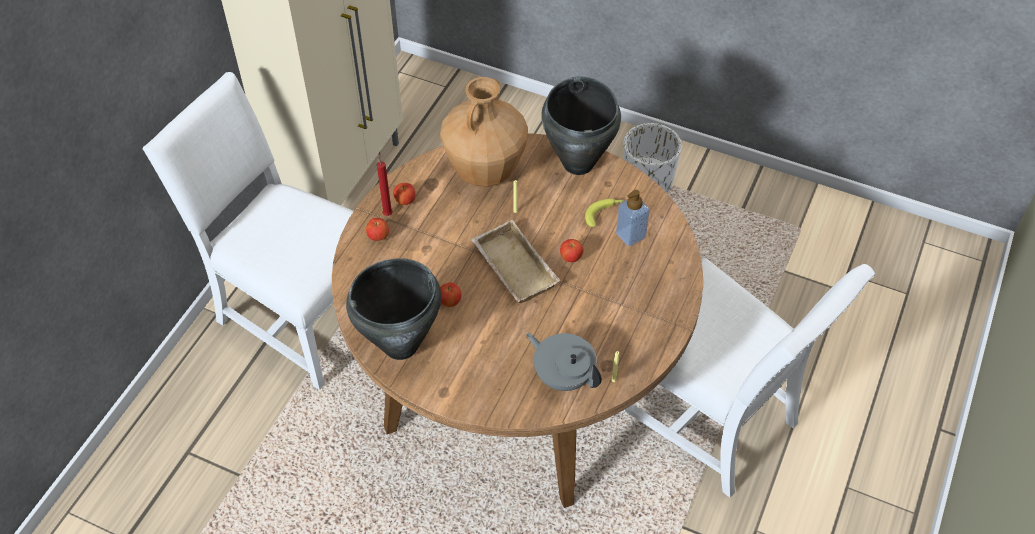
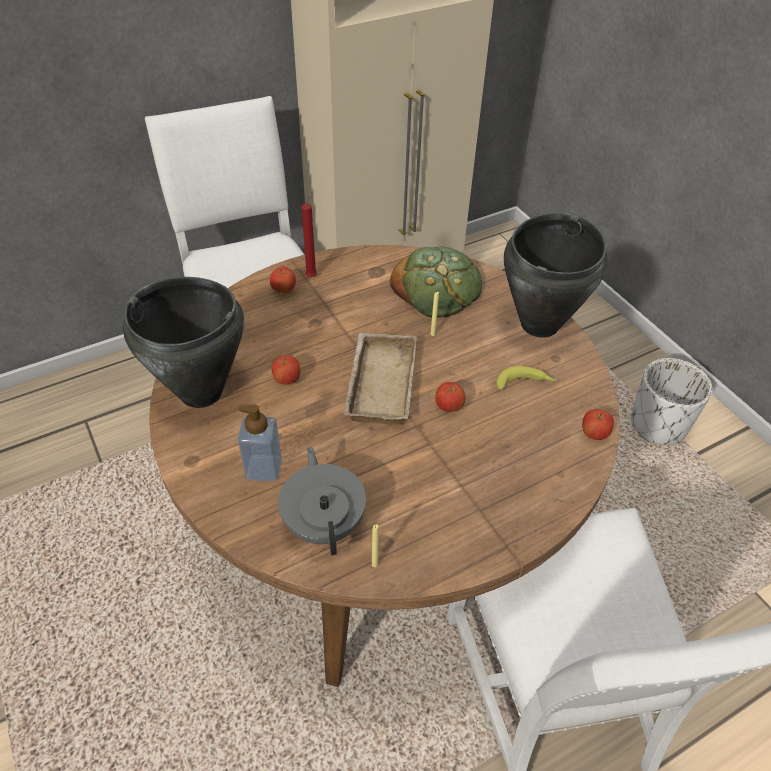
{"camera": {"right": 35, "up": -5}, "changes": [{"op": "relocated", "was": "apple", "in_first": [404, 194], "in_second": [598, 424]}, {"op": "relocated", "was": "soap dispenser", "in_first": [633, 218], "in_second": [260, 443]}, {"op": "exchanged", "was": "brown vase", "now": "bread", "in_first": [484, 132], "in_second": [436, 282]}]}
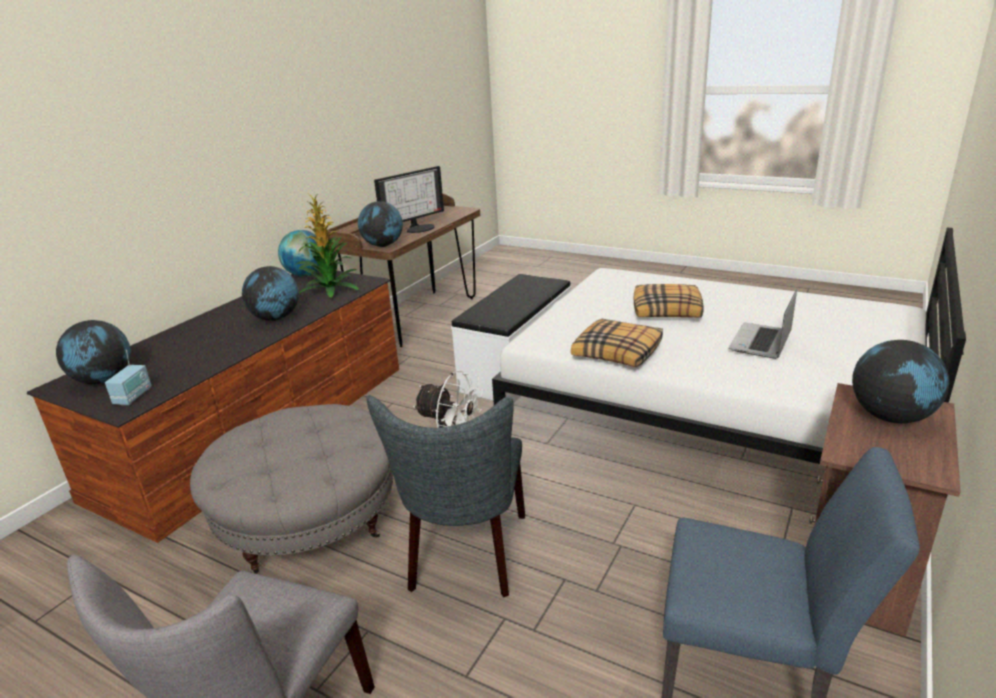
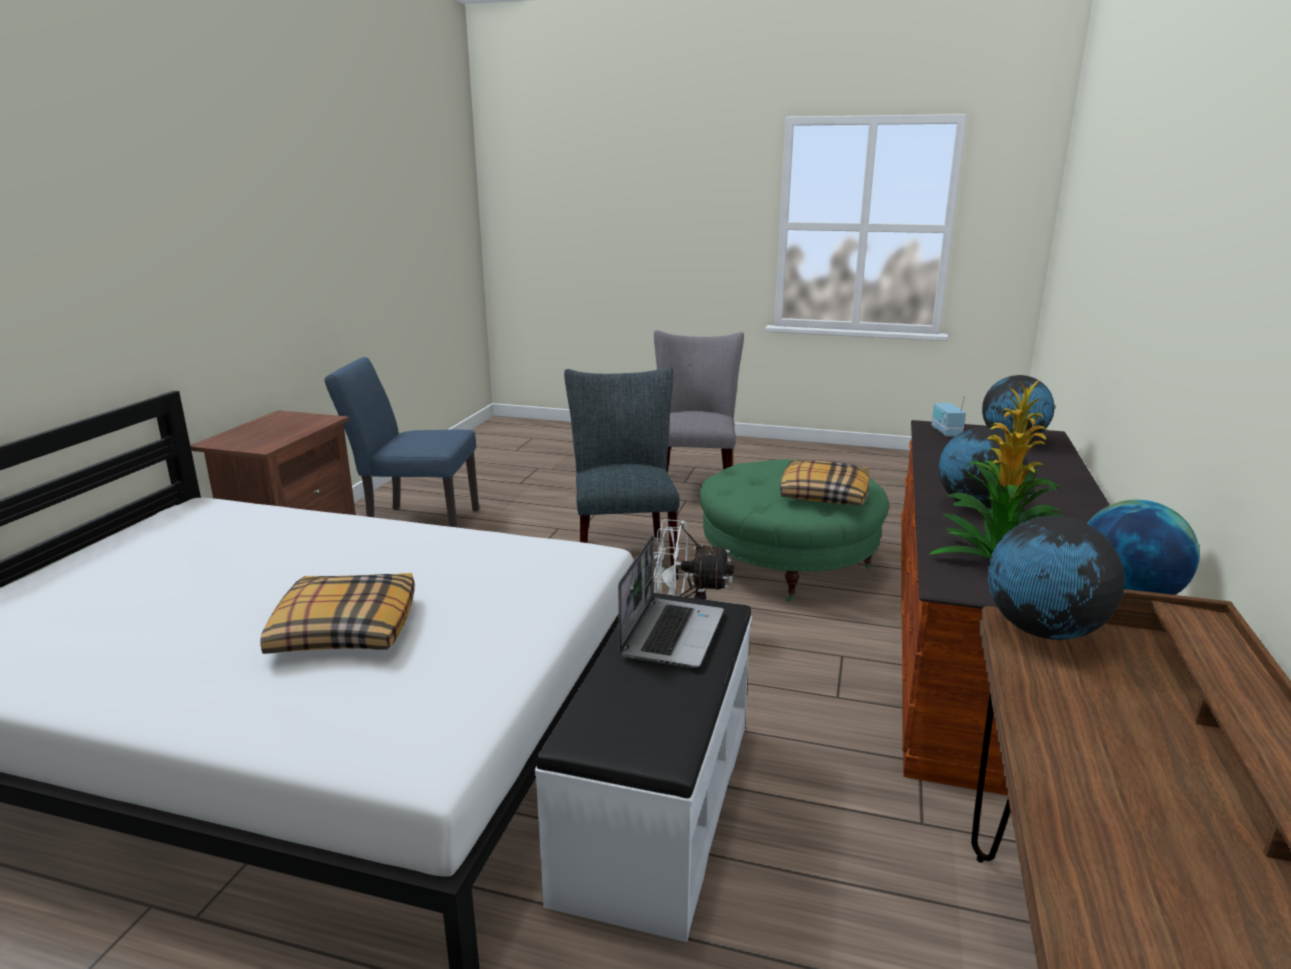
{"camera": {"right": 165, "up": -5}, "changes": [{"op": "missing", "was": "monitor", "in_first": [409, 199]}, {"op": "missing", "was": "globe", "in_first": [901, 382]}, {"op": "relocated", "was": "pillow", "in_first": [617, 343], "in_second": [824, 483]}, {"op": "relocated", "was": "laptop", "in_first": [763, 324], "in_second": [671, 601]}, {"op": "colour", "was": "grey ottoman", "now": "green ottoman", "in_first": [291, 489], "in_second": [794, 530]}]}
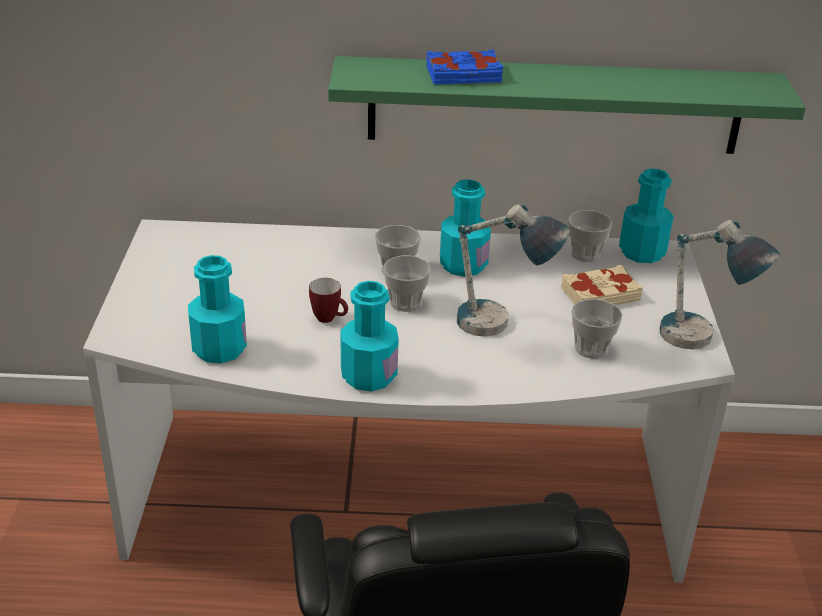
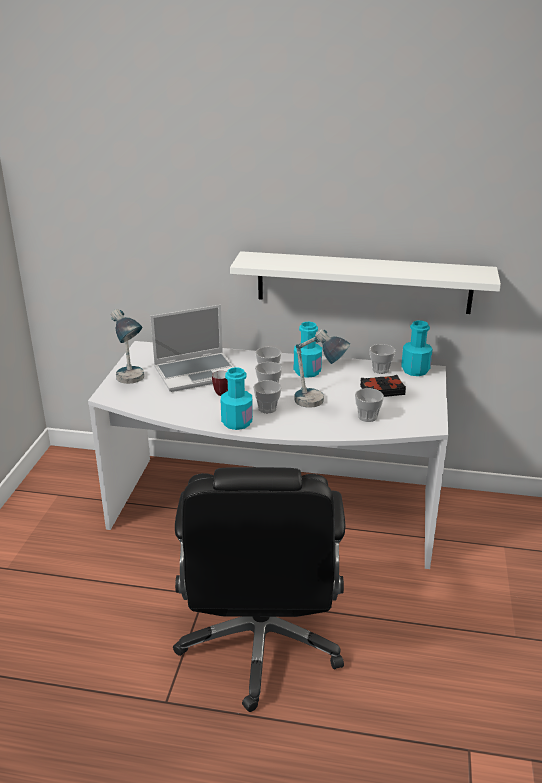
{"camera": {"right": 10, "up": -5}, "changes": [{"op": "missing", "was": "turquoise bottle", "in_first": [217, 309]}, {"op": "missing", "was": "blue book", "in_first": [464, 67]}, {"op": "appeared", "now": "laptop", "in_second": [192, 348]}, {"op": "appeared", "now": "cup", "in_second": [267, 396]}, {"op": "relocated", "was": "table lamp", "in_first": [719, 284], "in_second": [127, 346]}, {"op": "colour", "was": "green shelf", "now": "white shelf", "in_first": [567, 105], "in_second": [365, 282]}, {"op": "colour", "was": "beige book", "now": "black book", "in_first": [602, 285], "in_second": [383, 386]}]}
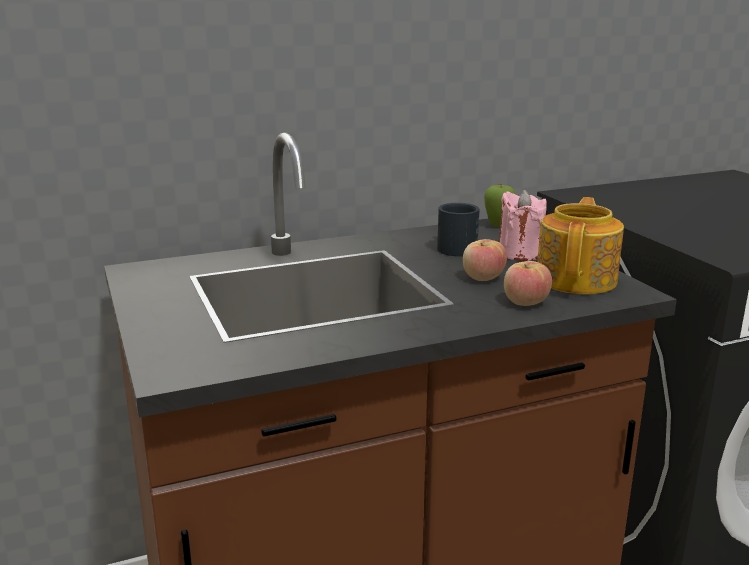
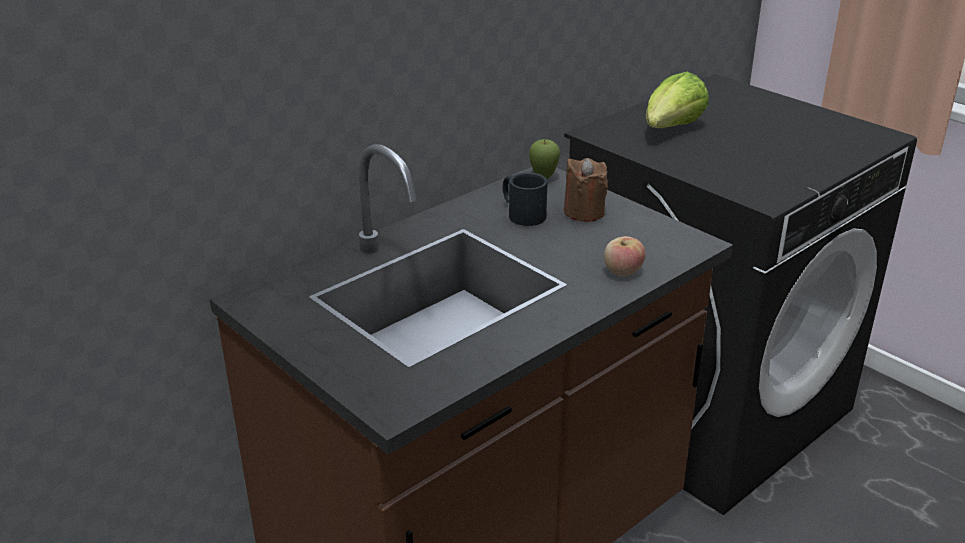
{"camera": {"right": -20, "up": 10}, "changes": [{"op": "missing", "was": "apple", "in_first": [485, 260]}, {"op": "missing", "was": "teapot", "in_first": [580, 245]}, {"op": "appeared", "now": "lettuce", "in_second": [677, 100]}, {"op": "colour", "was": "pink candle", "now": "brown candle", "in_first": [523, 225], "in_second": [586, 190]}]}
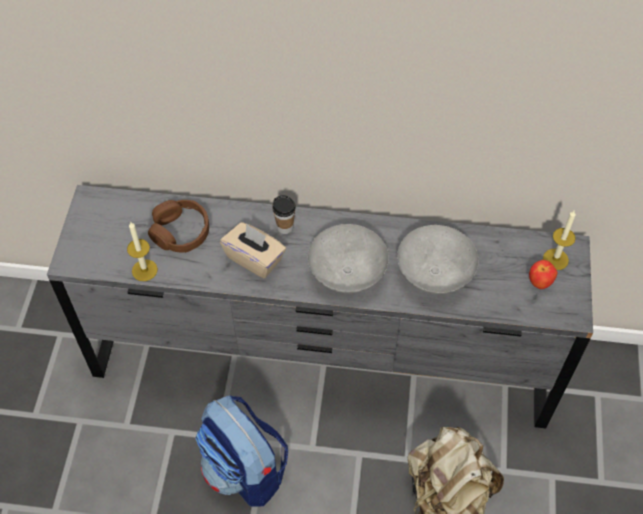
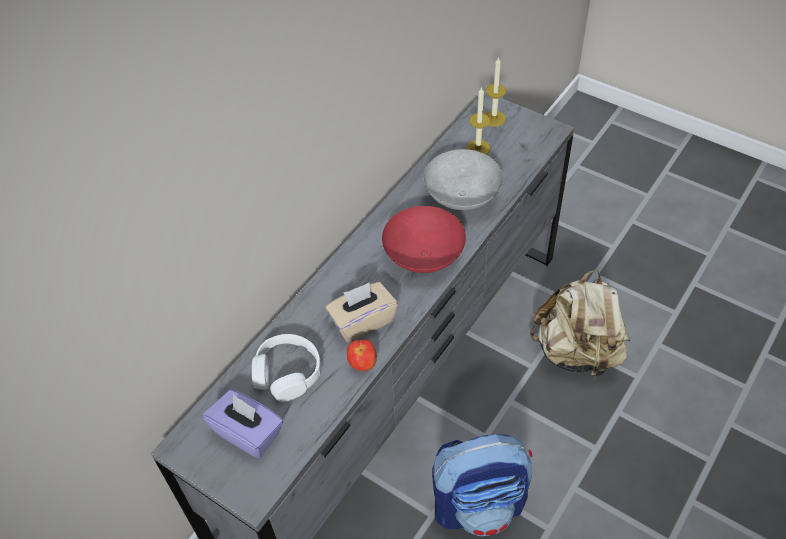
{"camera": {"right": -60, "up": -5}, "changes": [{"op": "missing", "was": "cup", "in_first": [284, 214]}, {"op": "appeared", "now": "purple tissue box", "in_second": [243, 424]}, {"op": "relocated", "was": "candle", "in_first": [142, 251], "in_second": [478, 120]}, {"op": "relocated", "was": "apple", "in_first": [543, 274], "in_second": [362, 355]}, {"op": "colour", "was": "brown headphones", "now": "white headphones", "in_first": [178, 226], "in_second": [286, 368]}, {"op": "colour", "was": "grey bowl", "now": "red bowl", "in_first": [348, 258], "in_second": [424, 239]}]}
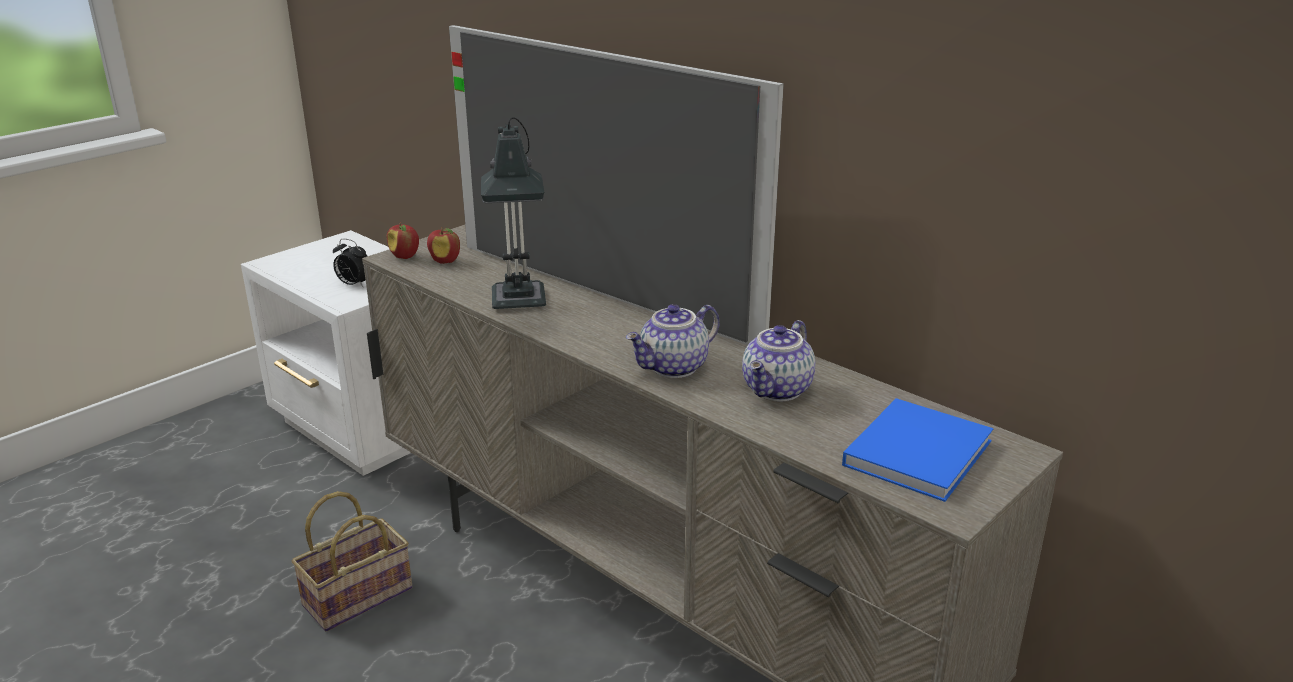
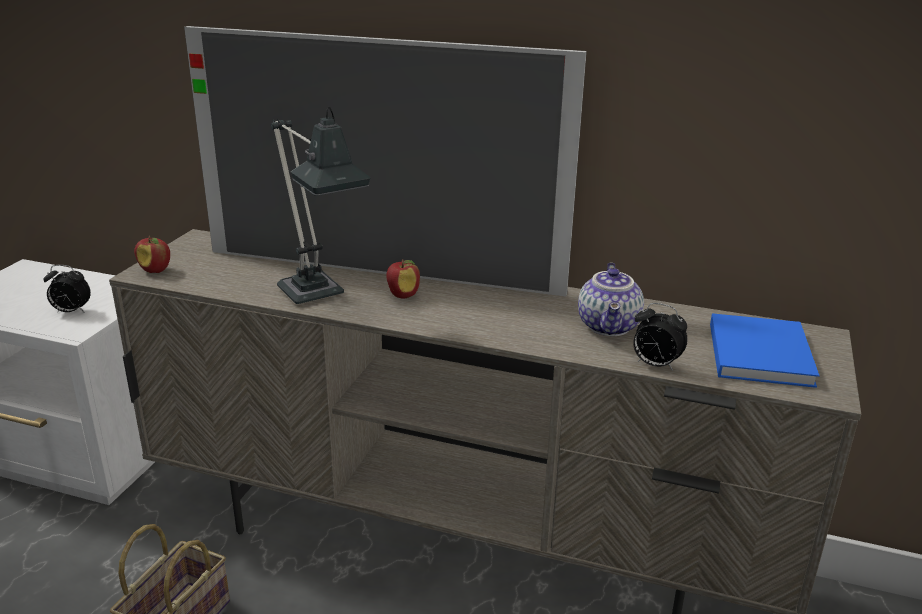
{"camera": {"right": -25, "up": 0}, "changes": [{"op": "missing", "was": "teapot", "in_first": [673, 341]}, {"op": "appeared", "now": "alarm clock", "in_second": [660, 337]}, {"op": "relocated", "was": "apple", "in_first": [443, 245], "in_second": [403, 278]}]}
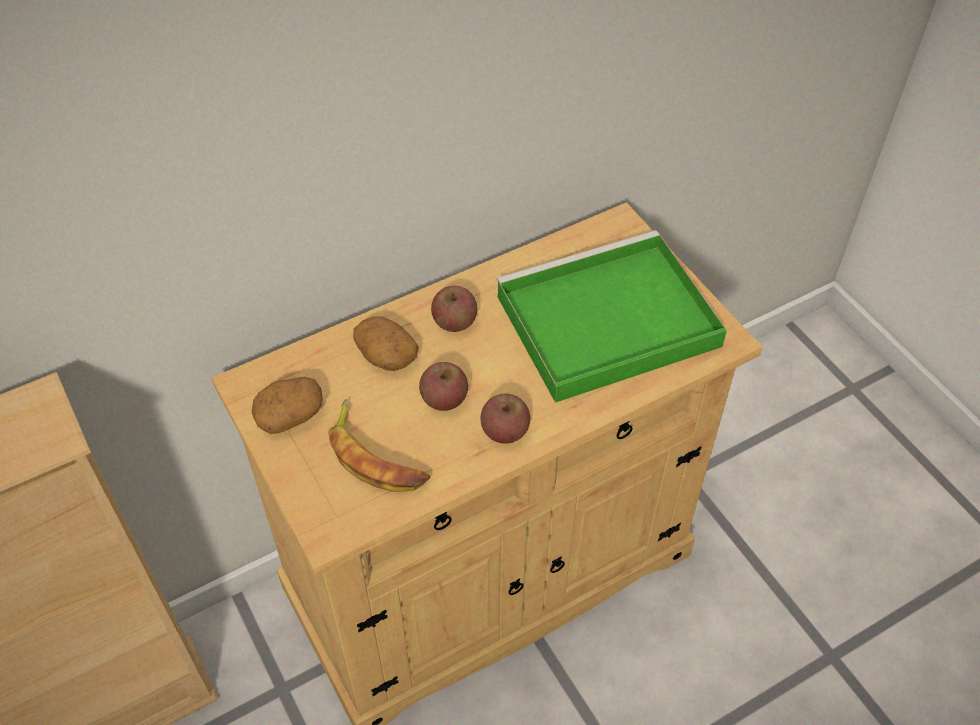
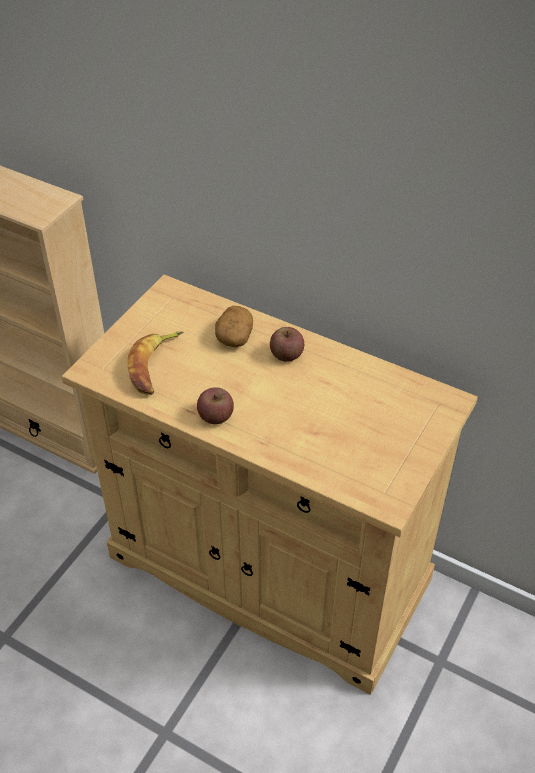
{"camera": {"right": 60, "up": -5}, "changes": [{"op": "missing", "was": "potato", "in_first": [287, 405]}, {"op": "missing", "was": "apple", "in_first": [443, 386]}, {"op": "missing", "was": "green tray", "in_first": [611, 316]}]}
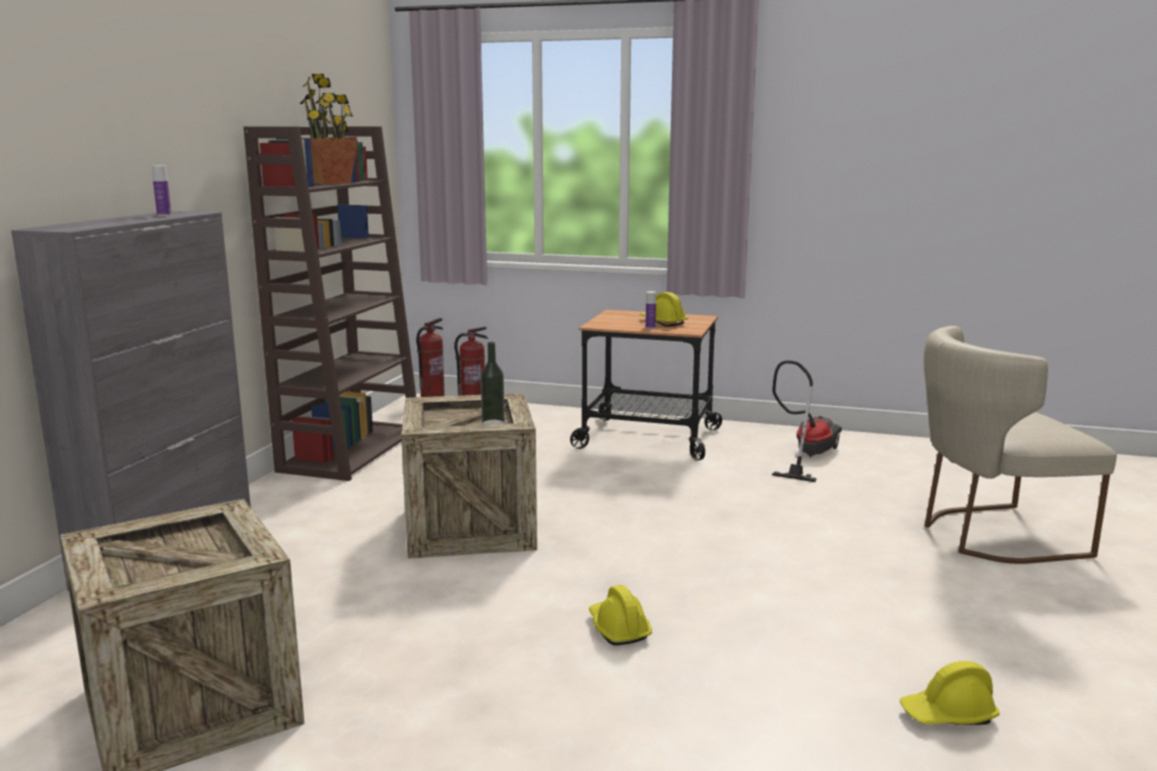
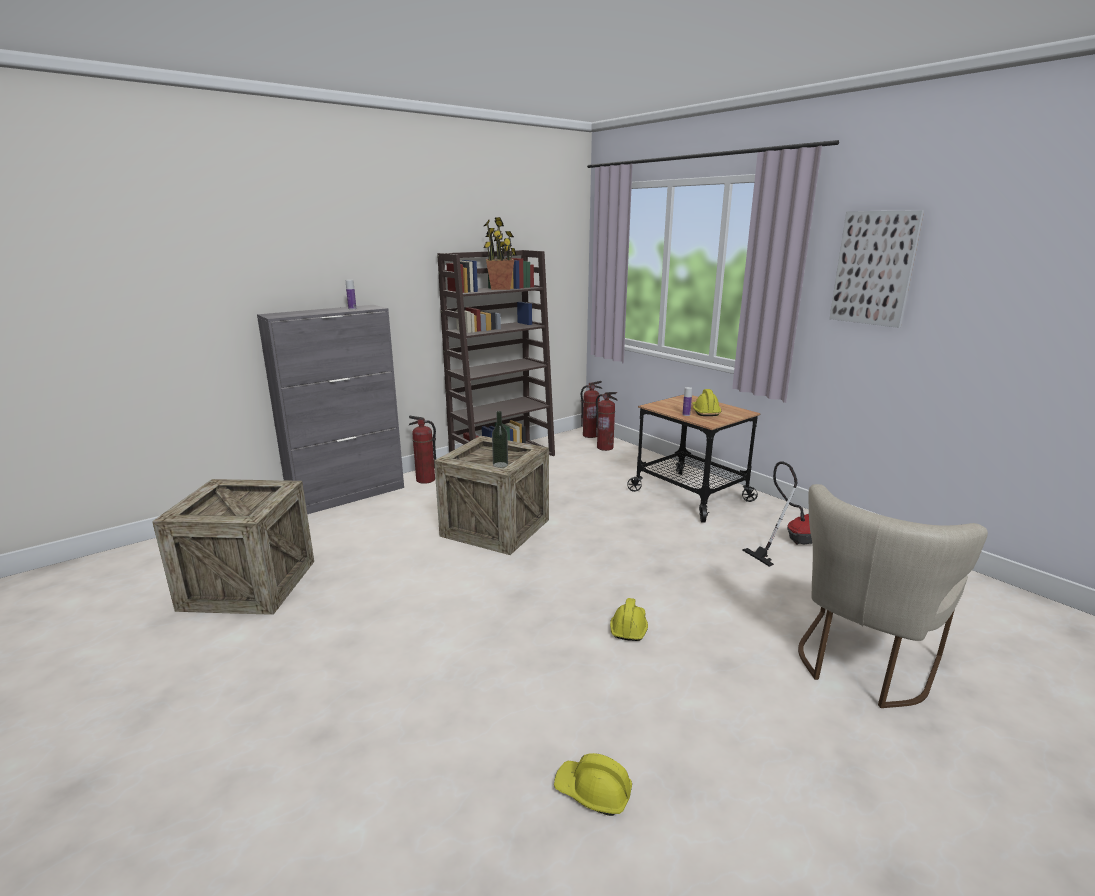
{"camera": {"right": 35, "up": 5}, "changes": [{"op": "appeared", "now": "fire extinguisher", "in_second": [422, 450]}, {"op": "appeared", "now": "picture", "in_second": [876, 269]}, {"op": "relocated", "was": "yellow hard hat", "in_first": [620, 615], "in_second": [629, 619]}, {"op": "spun", "was": "beige chair", "in_first": [1020, 445], "in_second": [893, 596], "clockwise": -75}]}
